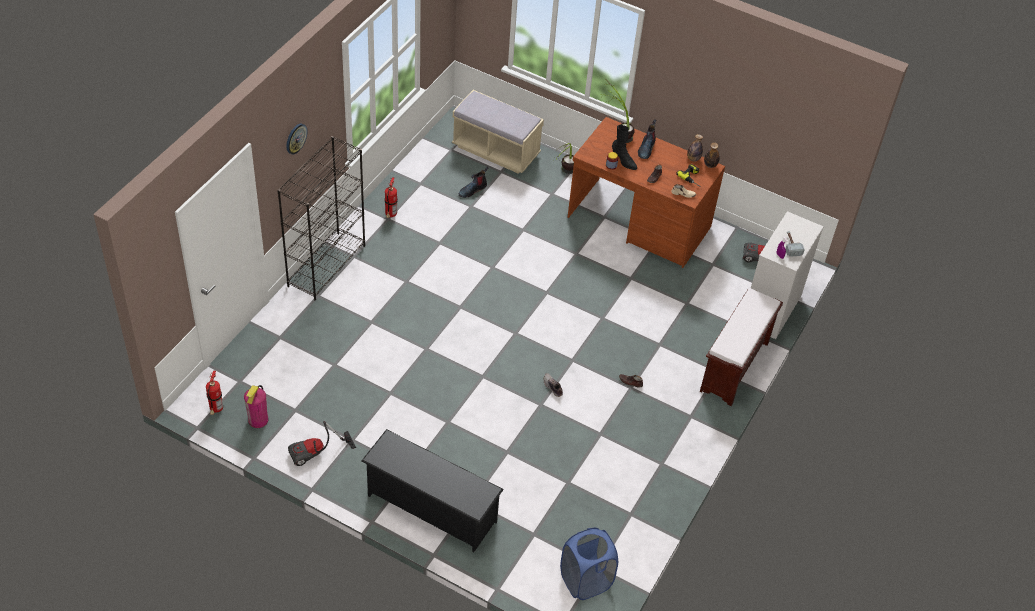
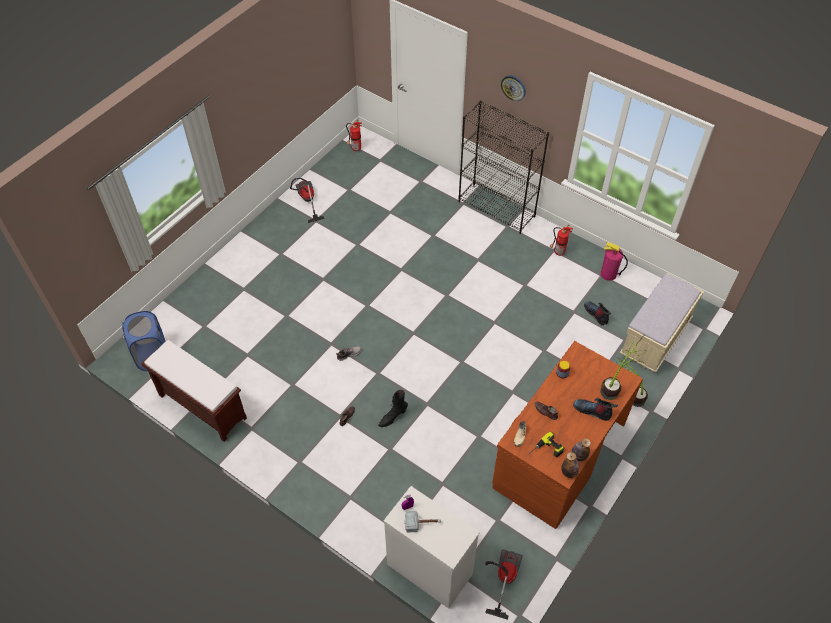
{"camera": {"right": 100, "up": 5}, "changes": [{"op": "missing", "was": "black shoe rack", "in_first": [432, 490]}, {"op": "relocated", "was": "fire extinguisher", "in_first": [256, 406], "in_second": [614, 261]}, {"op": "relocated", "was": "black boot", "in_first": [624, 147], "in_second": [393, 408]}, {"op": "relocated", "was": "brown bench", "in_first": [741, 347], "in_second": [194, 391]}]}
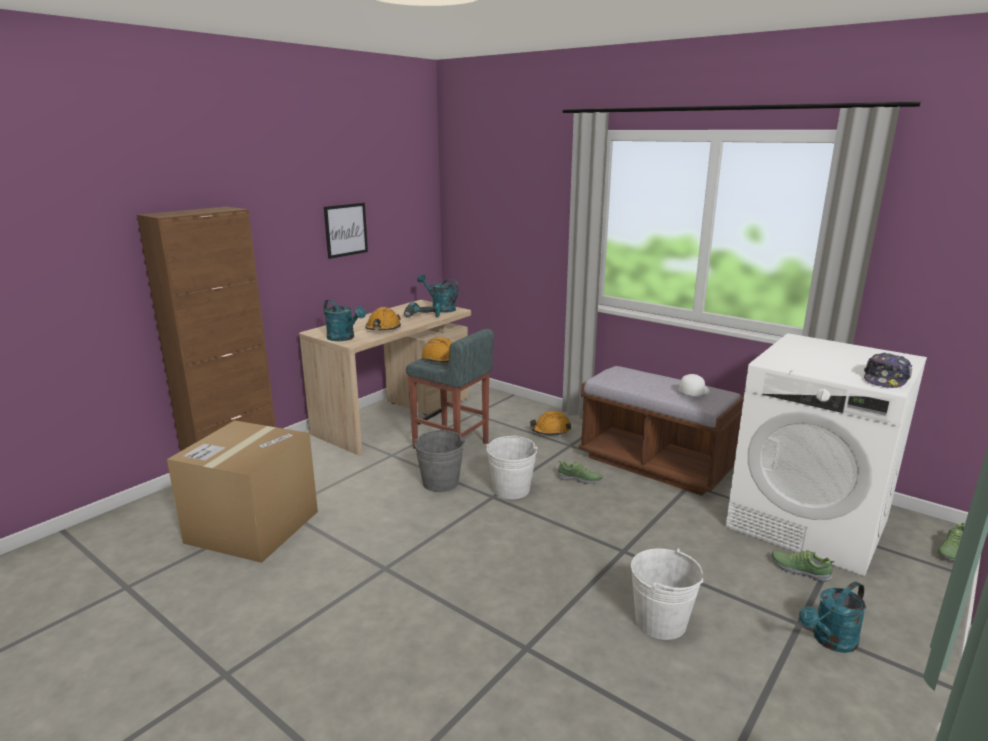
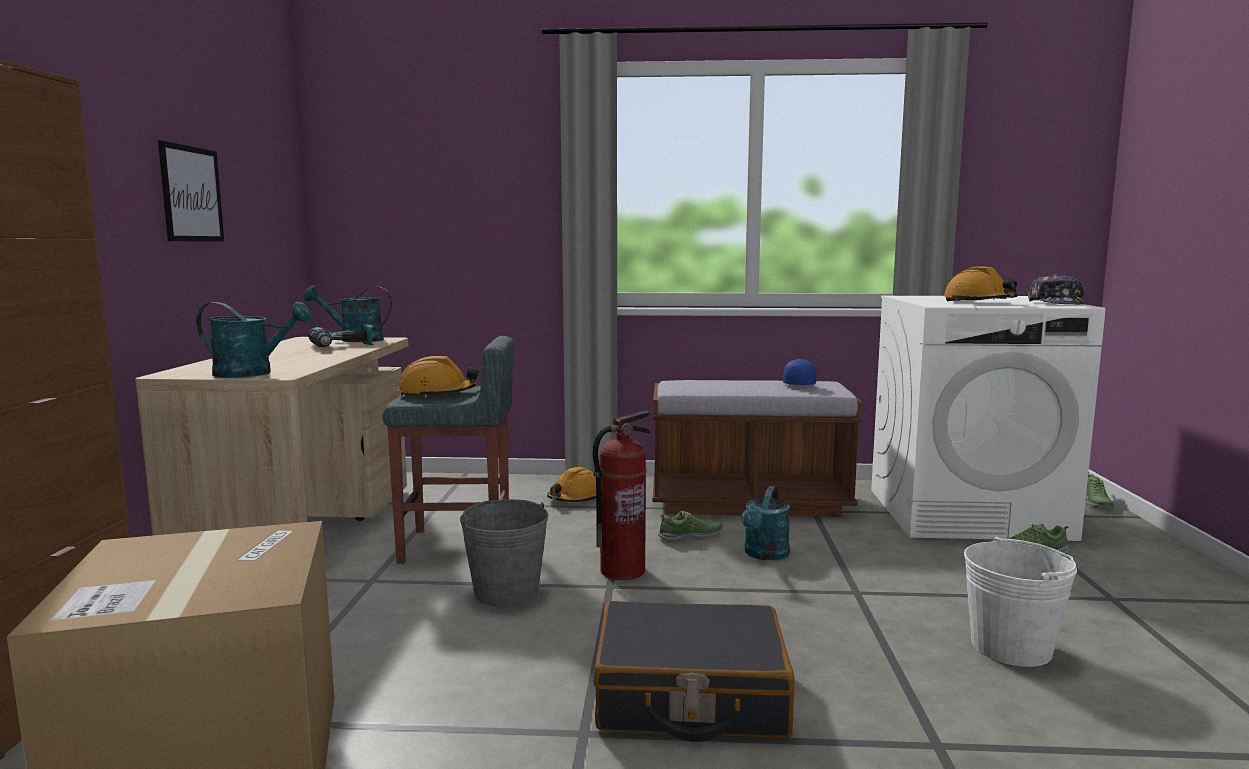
{"camera": {"right": -35, "up": -10}, "changes": [{"op": "appeared", "now": "black suitcase", "in_second": [694, 671]}, {"op": "relocated", "was": "orange hard hat", "in_first": [383, 318], "in_second": [980, 283]}, {"op": "relocated", "was": "turquoise watering can", "in_first": [832, 617], "in_second": [765, 523]}, {"op": "exchanged", "was": "white bucket", "now": "fire extinguisher", "in_first": [512, 467], "in_second": [622, 495]}, {"op": "colour", "was": "white cap", "now": "blue cap", "in_first": [694, 385], "in_second": [799, 372]}]}
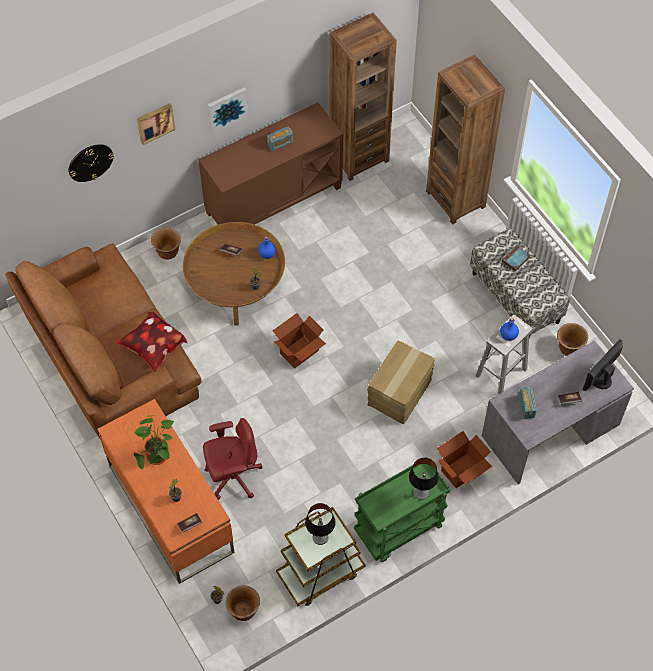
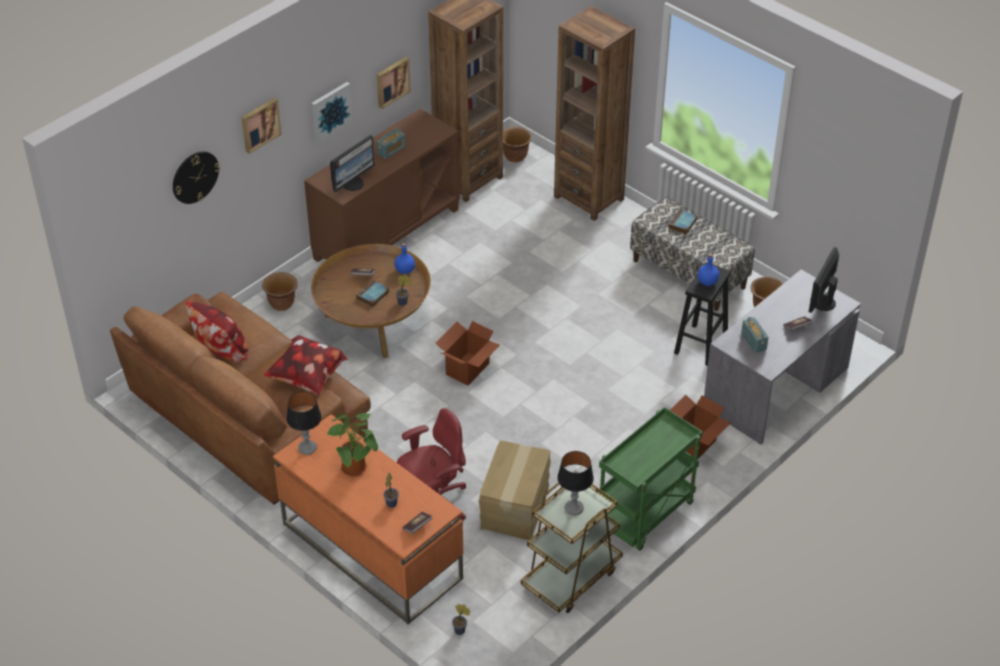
{"camera": {"right": -15, "up": -15}, "changes": [{"op": "appeared", "now": "pillow", "in_second": [217, 331]}, {"op": "appeared", "now": "monitor", "in_second": [352, 163]}, {"op": "appeared", "now": "book", "in_second": [372, 293]}, {"op": "appeared", "now": "picture", "in_second": [394, 83]}, {"op": "relocated", "was": "brown planter", "in_first": [243, 603], "in_second": [517, 144]}, {"op": "relocated", "was": "cardboard box", "in_first": [401, 382], "in_second": [515, 490]}, {"op": "relocated", "was": "table lamp", "in_first": [424, 479], "in_second": [304, 423]}, {"op": "colour", "was": "white stool", "now": "black stool", "in_first": [504, 354], "in_second": [702, 314]}]}
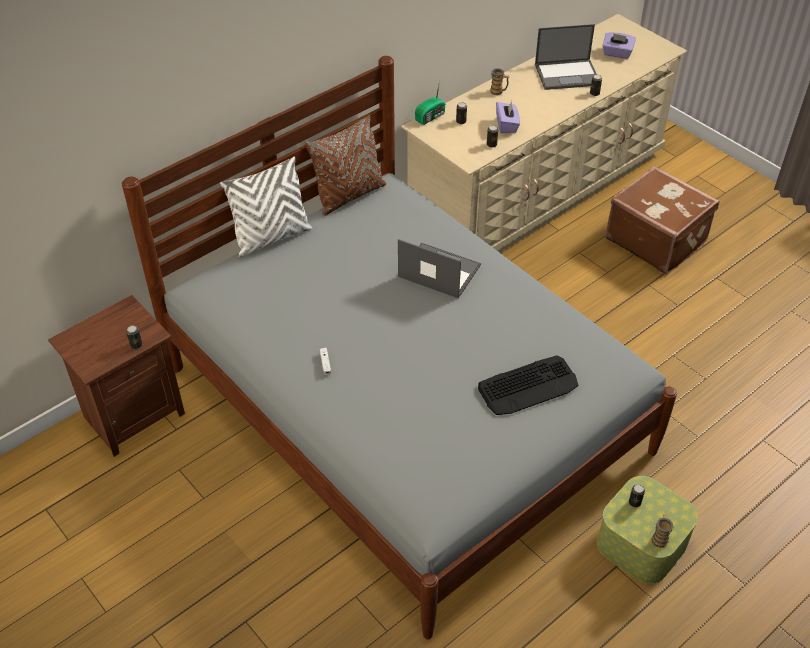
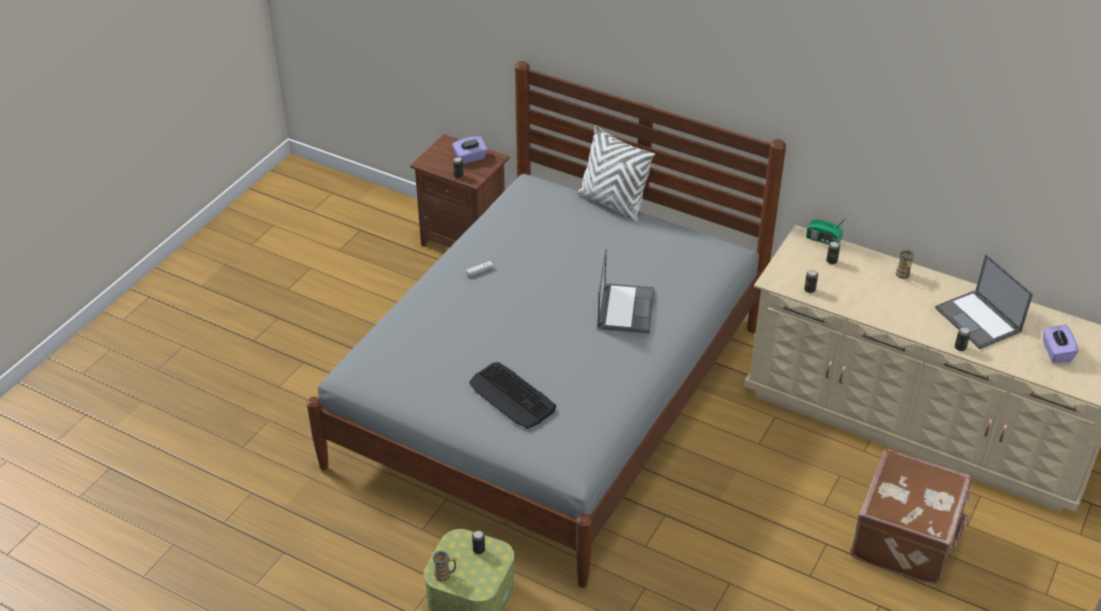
{"camera": {"right": 70, "up": -5}, "changes": [{"op": "missing", "was": "brown pillow", "in_first": [345, 165]}, {"op": "relocated", "was": "purple tissue box", "in_first": [508, 117], "in_second": [470, 150]}]}
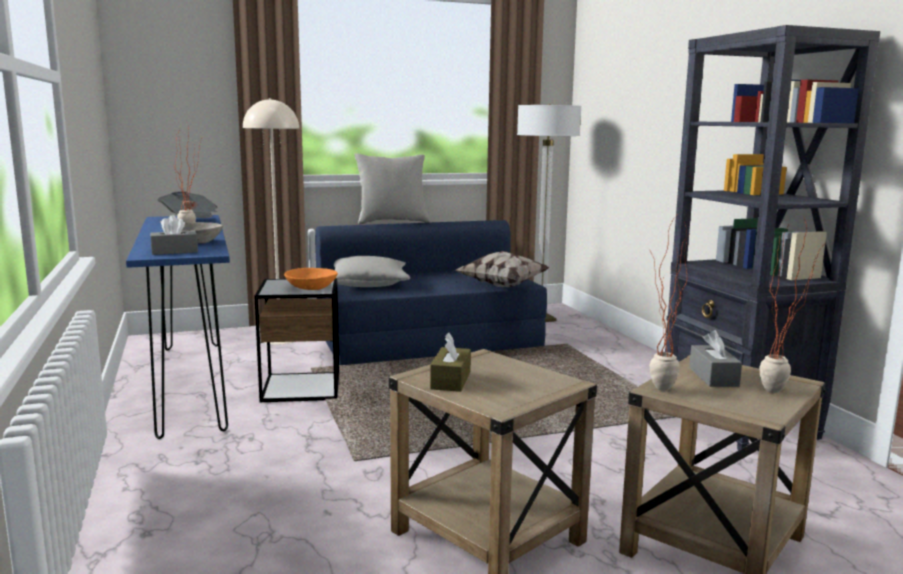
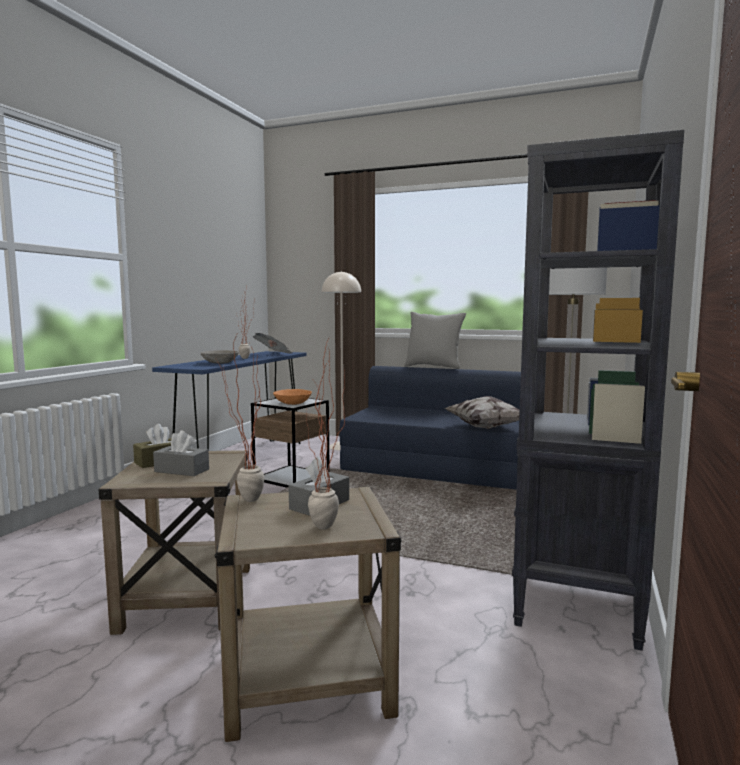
{"camera": {"right": 40, "up": -5}, "changes": [{"op": "missing", "was": "grey pillow", "in_first": [371, 271]}, {"op": "relocated", "was": "grey tissue box", "in_first": [174, 235], "in_second": [181, 453]}]}
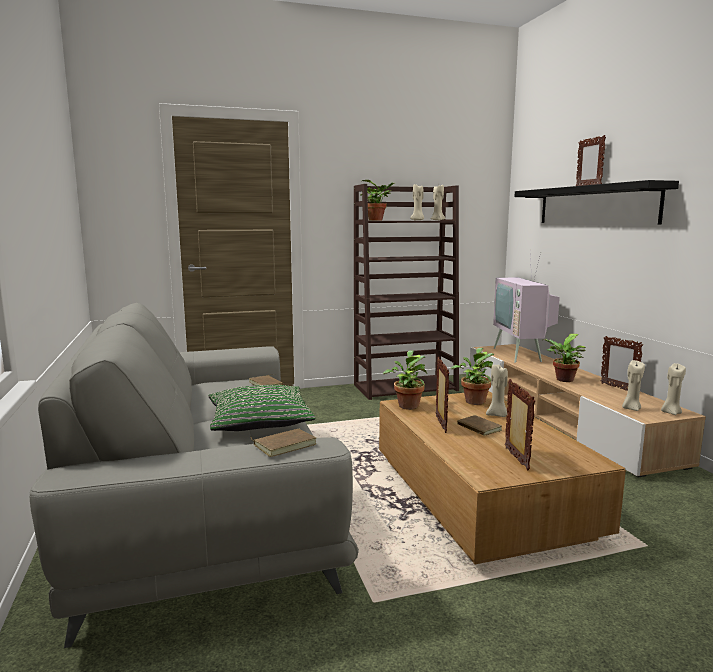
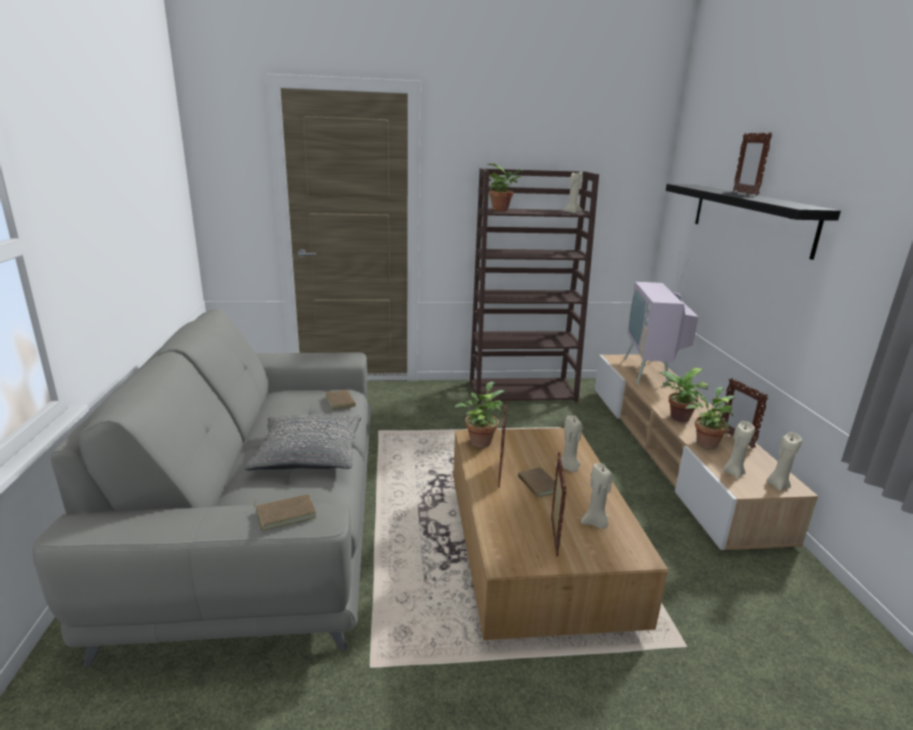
{"camera": {"right": 10, "up": 10}, "changes": [{"op": "relocated", "was": "beige candle", "in_first": [417, 202], "in_second": [597, 496]}, {"op": "relocated", "was": "potted plant", "in_first": [472, 376], "in_second": [710, 418]}, {"op": "colour", "was": "green pillow", "now": "grey pillow", "in_first": [262, 408], "in_second": [303, 442]}]}
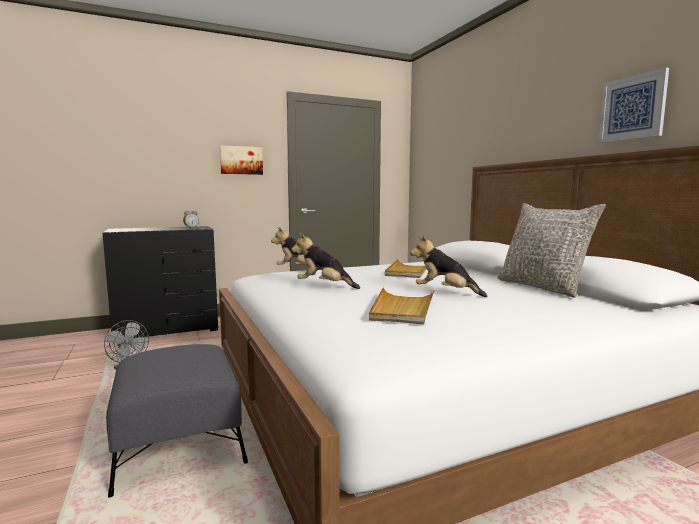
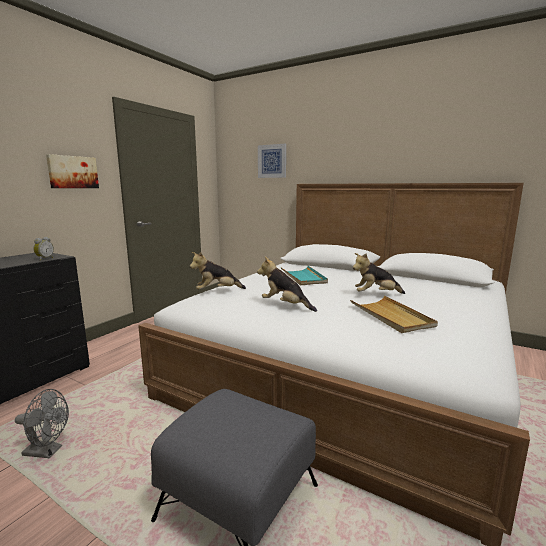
{"camera": {"right": -35, "up": 5}, "changes": [{"op": "missing", "was": "grey pillow", "in_first": [551, 250]}, {"op": "relocated", "was": "picture", "in_first": [634, 105], "in_second": [272, 161]}, {"op": "colour", "was": "beige tray", "now": "turquoise tray", "in_first": [405, 268], "in_second": [304, 275]}, {"op": "spun", "was": "plush toy", "in_first": [326, 261], "in_second": [287, 284], "clockwise": 45}]}
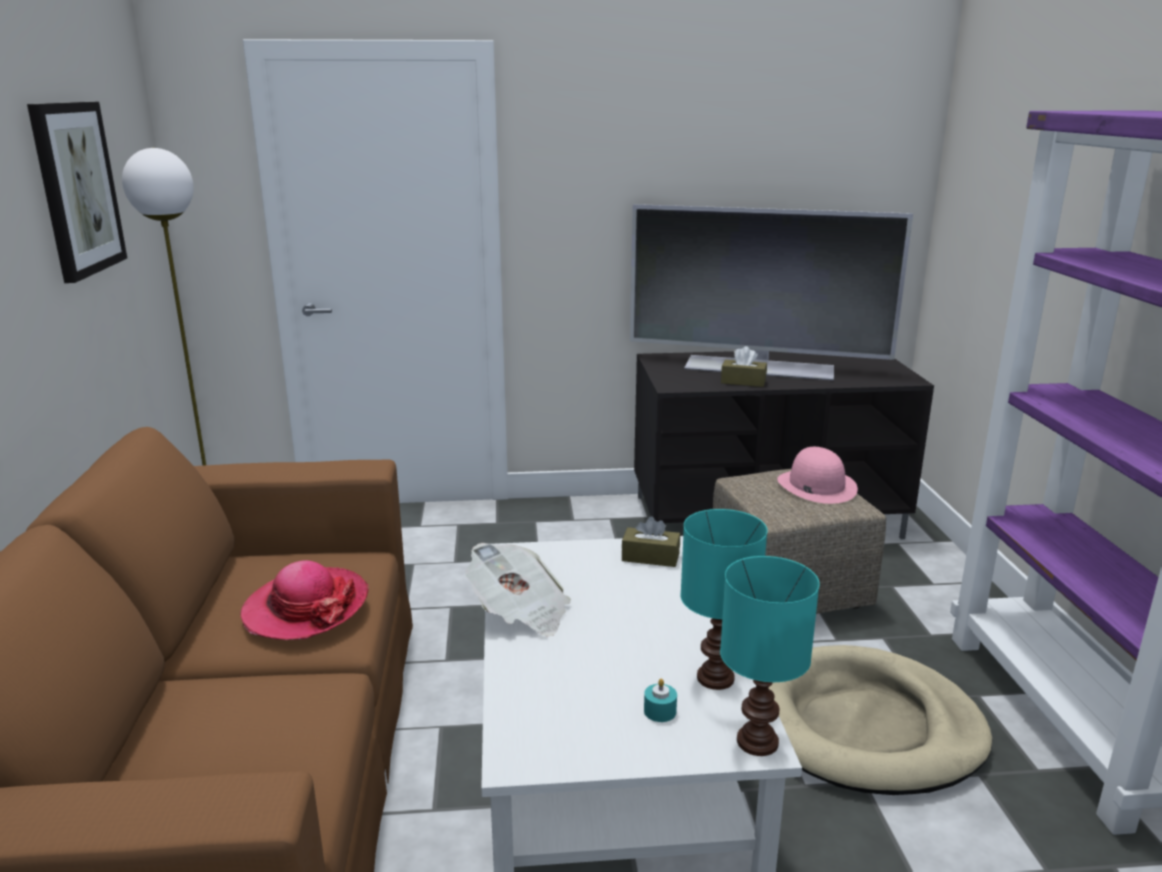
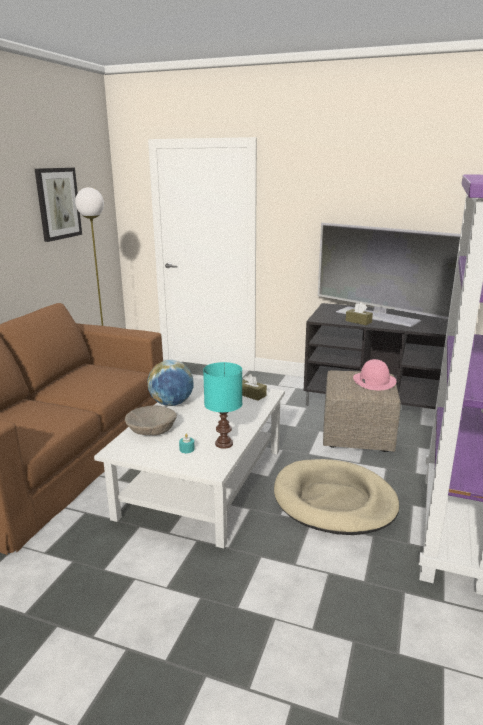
{"camera": {"right": 25, "up": 0}, "changes": [{"op": "missing", "was": "hat", "in_first": [305, 600]}, {"op": "missing", "was": "turquoise table lamp", "in_first": [769, 656]}, {"op": "appeared", "now": "beige bowl", "in_second": [151, 420]}, {"op": "exchanged", "was": "newspaper", "now": "globe", "in_first": [518, 589], "in_second": [171, 383]}]}
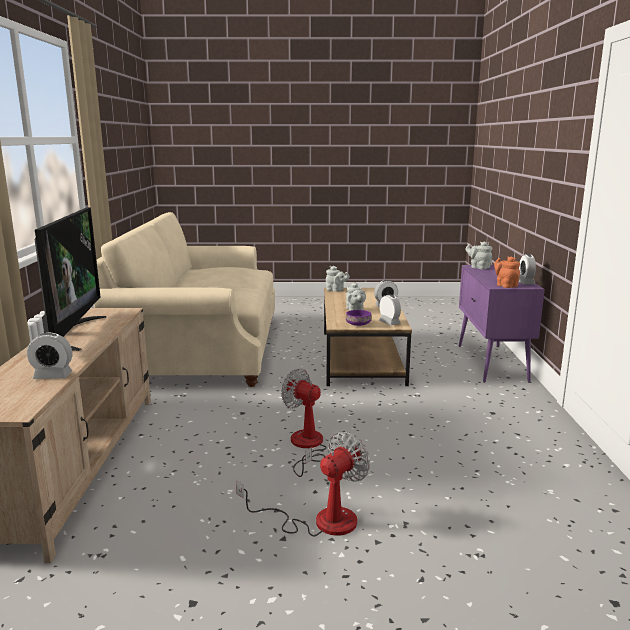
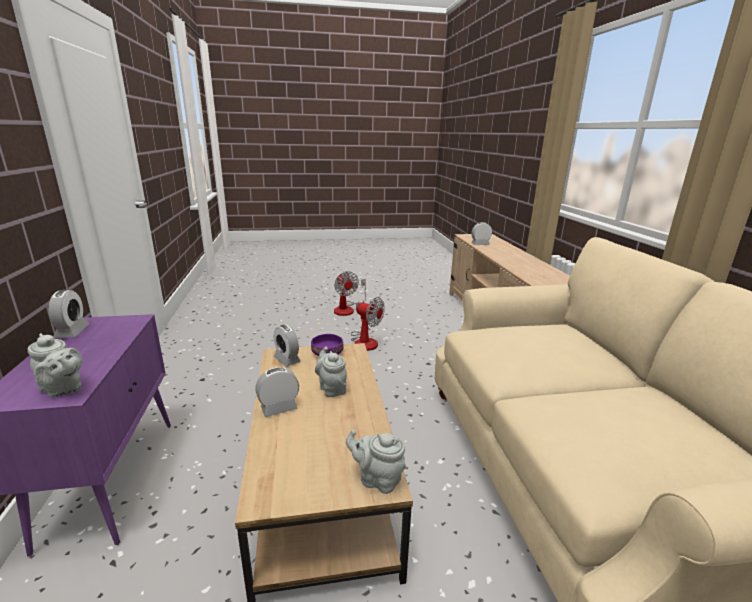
{"camera": {"right": 170, "up": 5}, "changes": [{"op": "missing", "was": "television", "in_first": [71, 279]}, {"op": "missing", "was": "orange teapot", "in_first": [507, 272]}, {"op": "spun", "was": "fan", "in_first": [303, 484], "in_second": [350, 293], "clockwise": -60}]}
